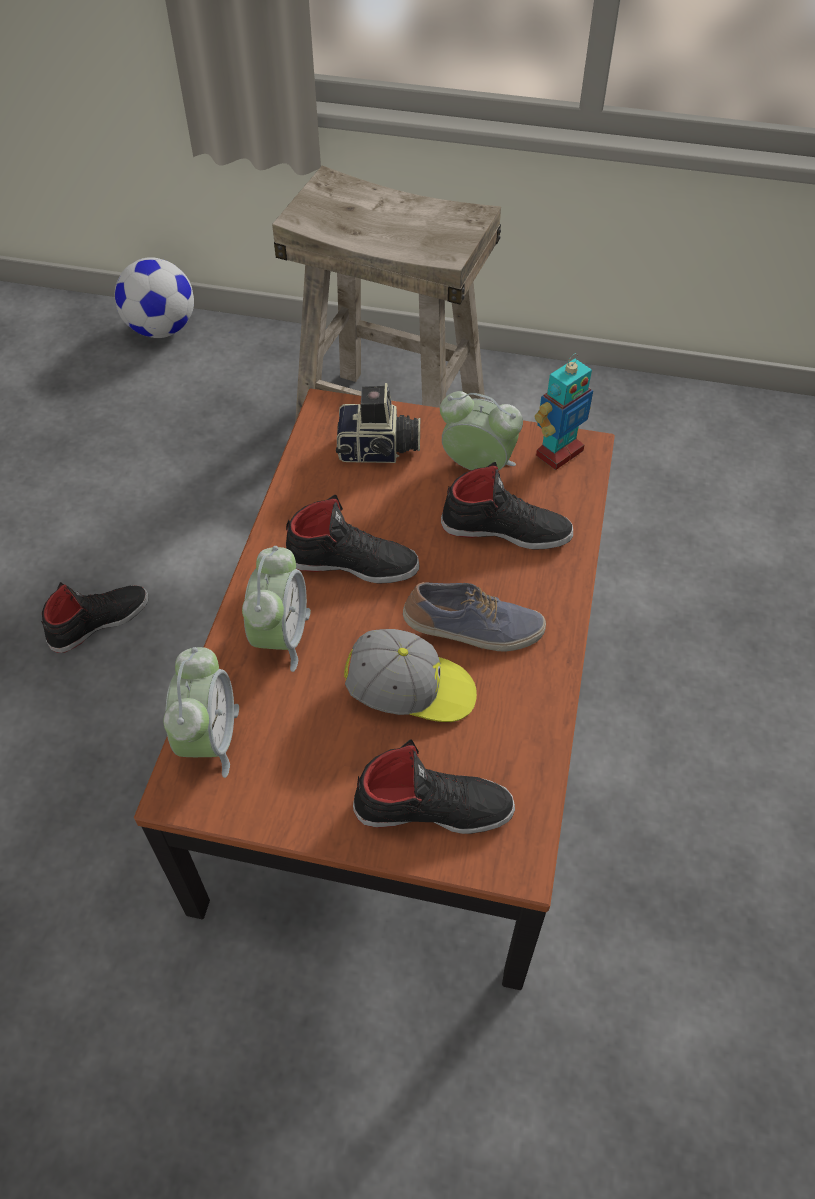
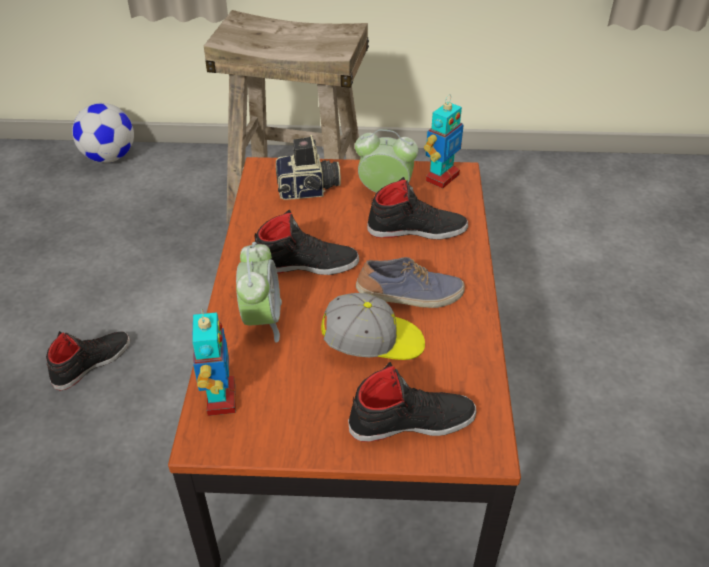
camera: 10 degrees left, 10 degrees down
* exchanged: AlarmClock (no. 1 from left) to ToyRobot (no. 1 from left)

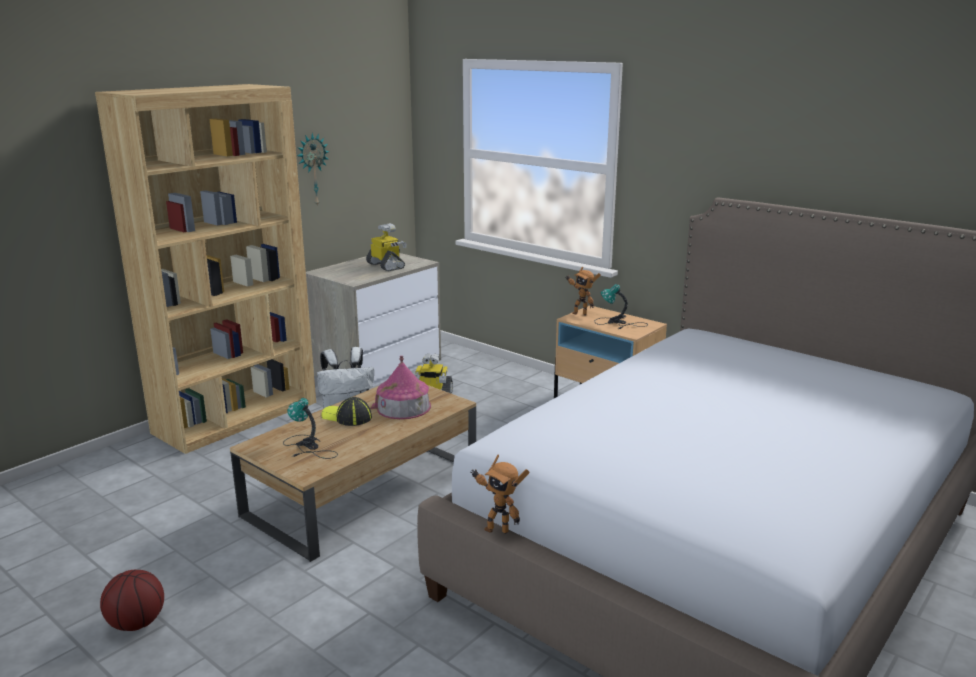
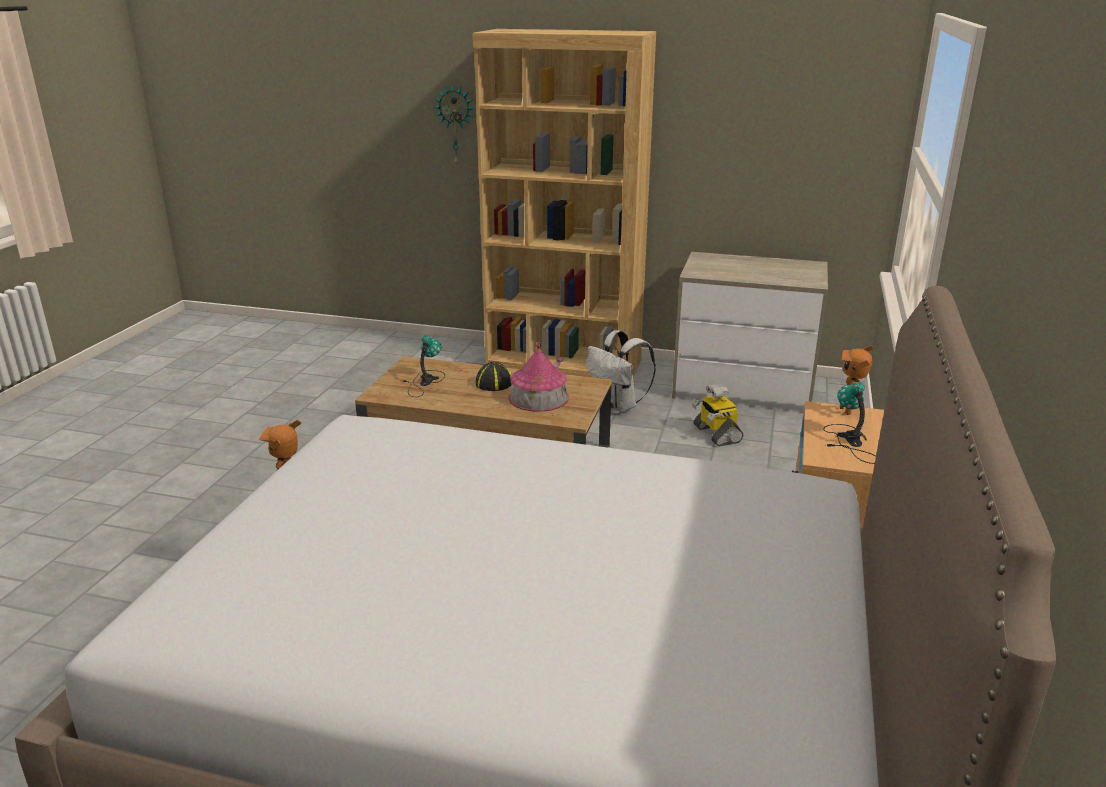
camera: 65 degrees right, 5 degrees up
* relocated: WallClock
* missing: ToyRobot (no. 1 from left)
* missing: Basketball

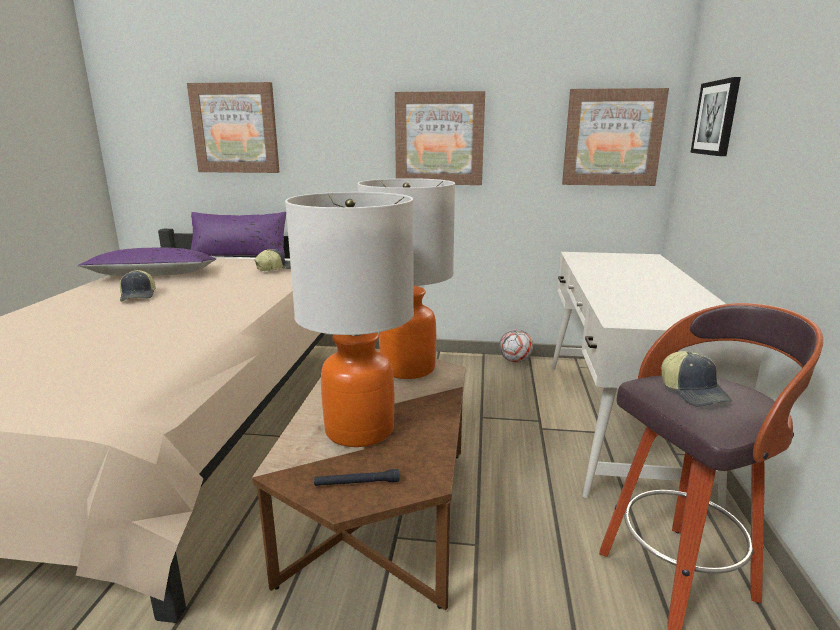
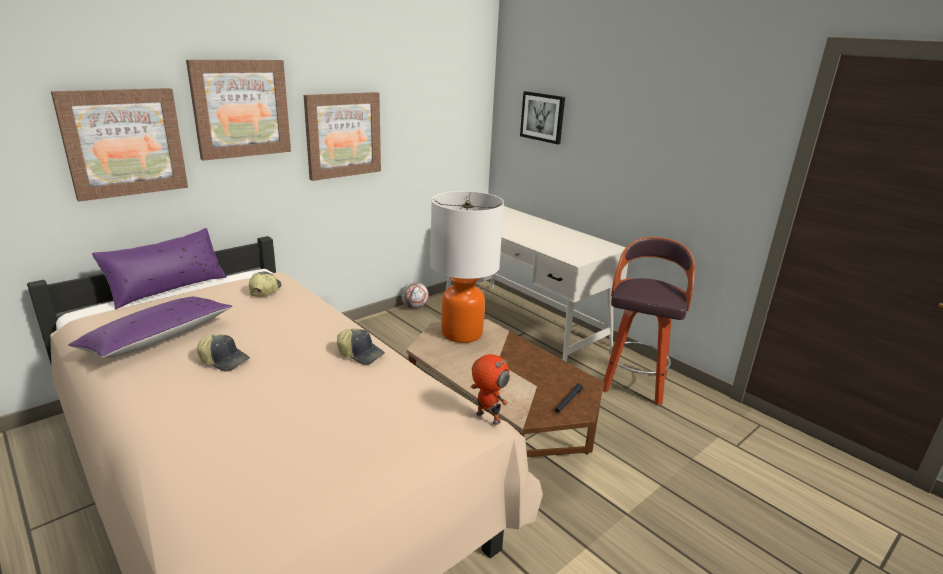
camera: 50 degrees left, 5 degrees up
* relocated: Picture (no. 3 from left in the first image) to Picture (no. 2 from left)
* missing: TableLamp (no. 1 from left)
* relocated: Cap (no. 3 from left)
* appeared: ToyRobot

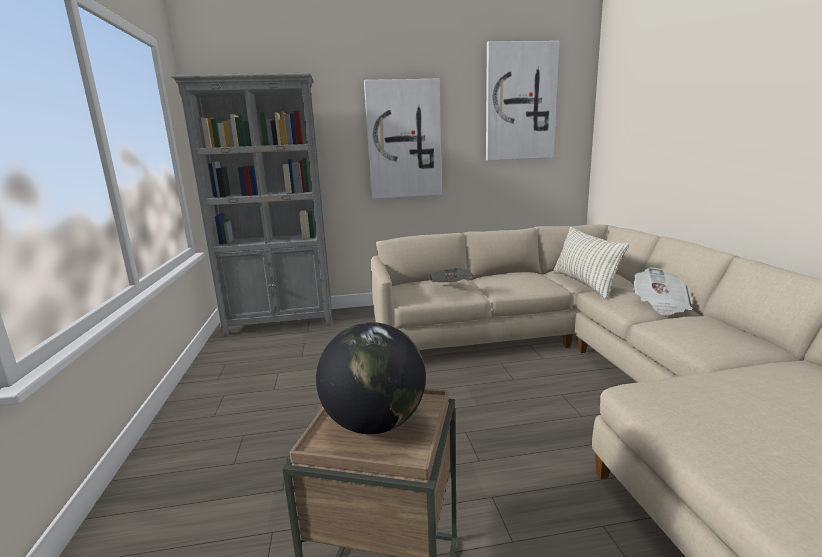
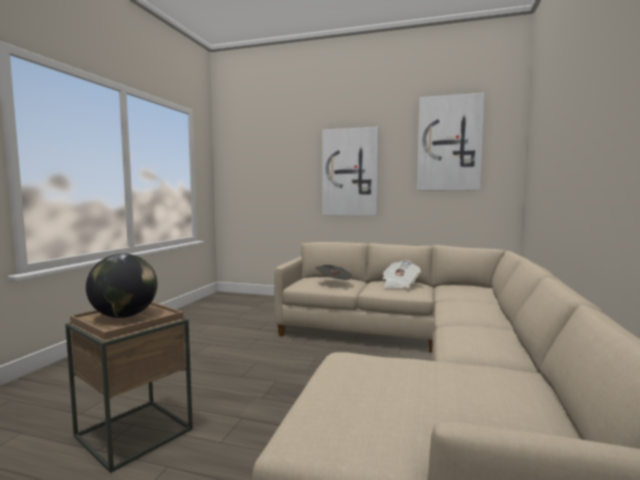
camera: 25 degrees right, 10 degrees down
* missing: GreyBookcase
* missing: Pillow
* relocated: Newspaper (no. 2 from left)

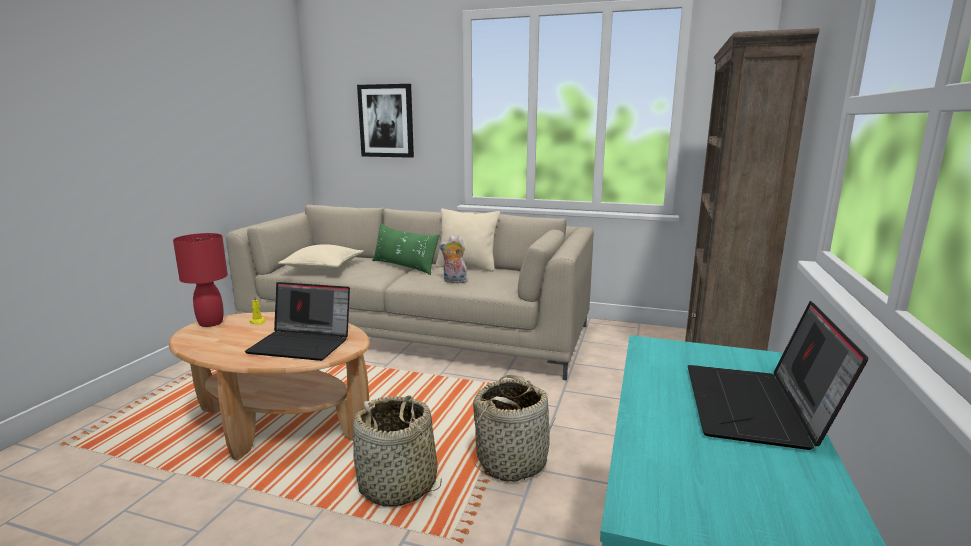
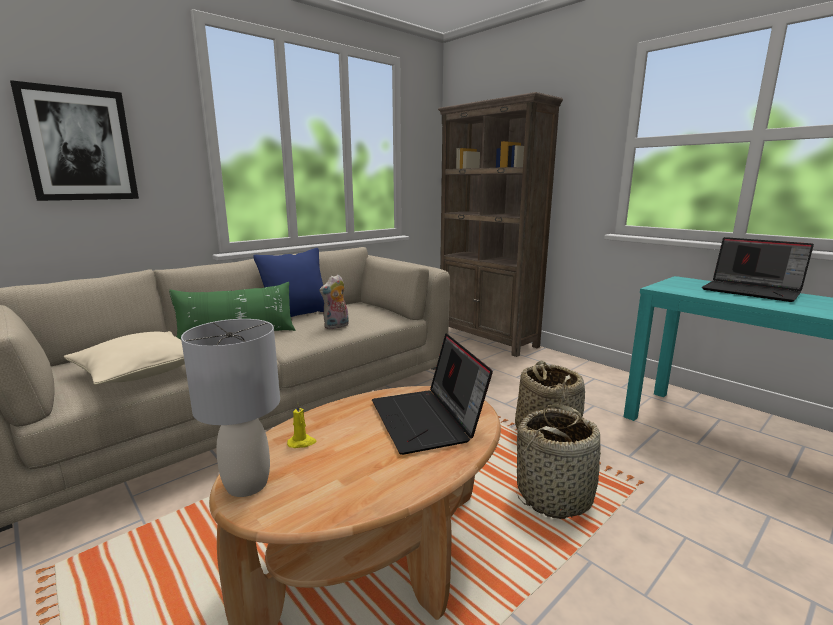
camera: 60 degrees left, 0 degrees up
* colour: BeigePillow (no. 2 from left) to BluePillow
* colour: RedTableLamp to GreyTableLamp
* spun: Laptop (no. 1 from left) 120 degrees clockwise

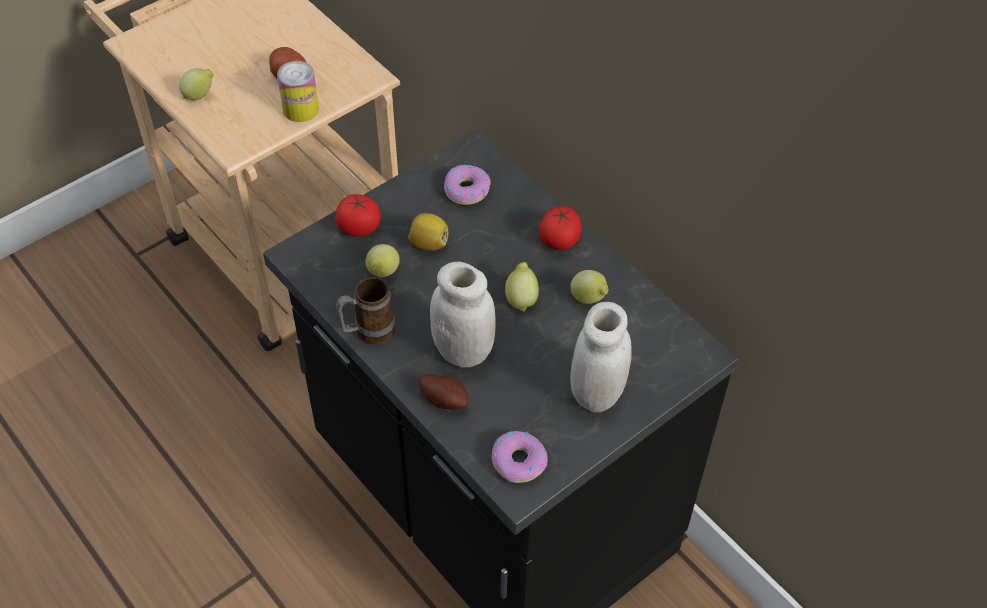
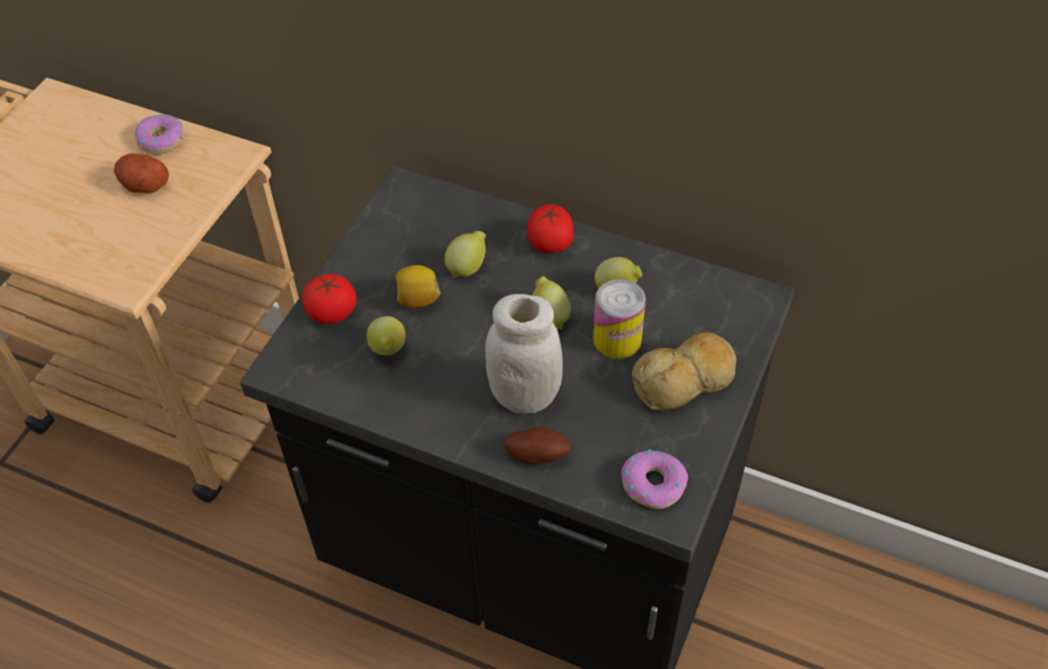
camera: 25 degrees left, 0 degrees up
* relocated: Can
* relocated: Lemon (no. 1 from left in the first image) to Lemon (no. 3 from left)
* relocated: Donut (no. 1 from left)
* missing: Mug
* exchanged: WhiteJar (no. 2 from left) to Bread

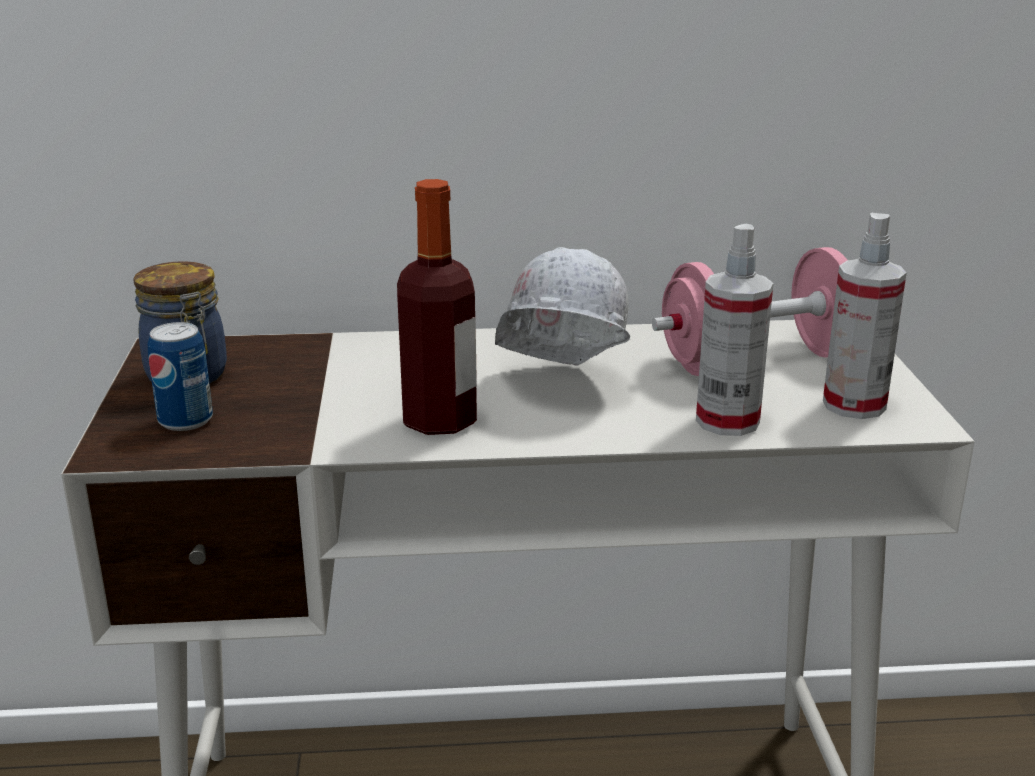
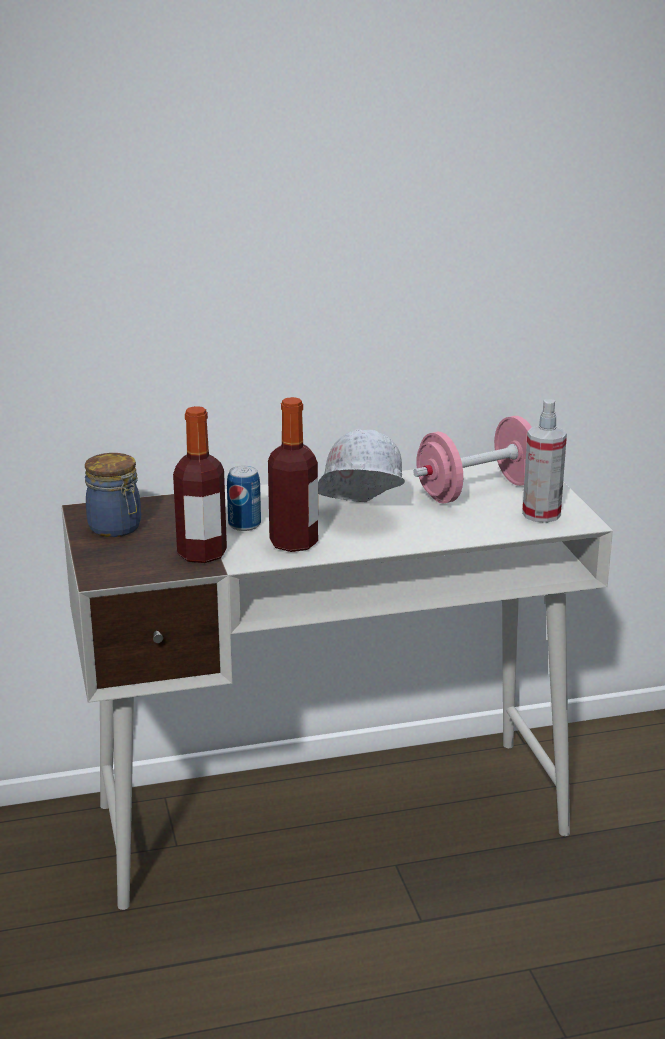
camera: 10 degrees left, 0 degrees up
* missing: SprayBottle (no. 1 from left)
* relocated: Can
* appeared: Bottle (no. 1 from left)

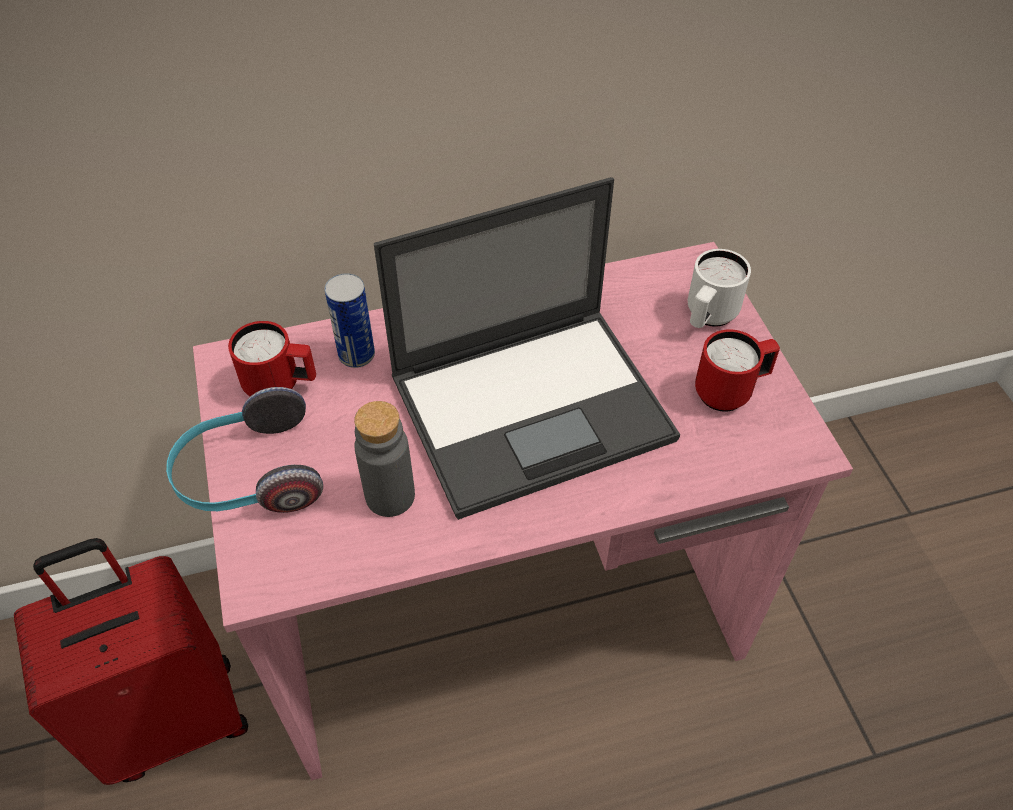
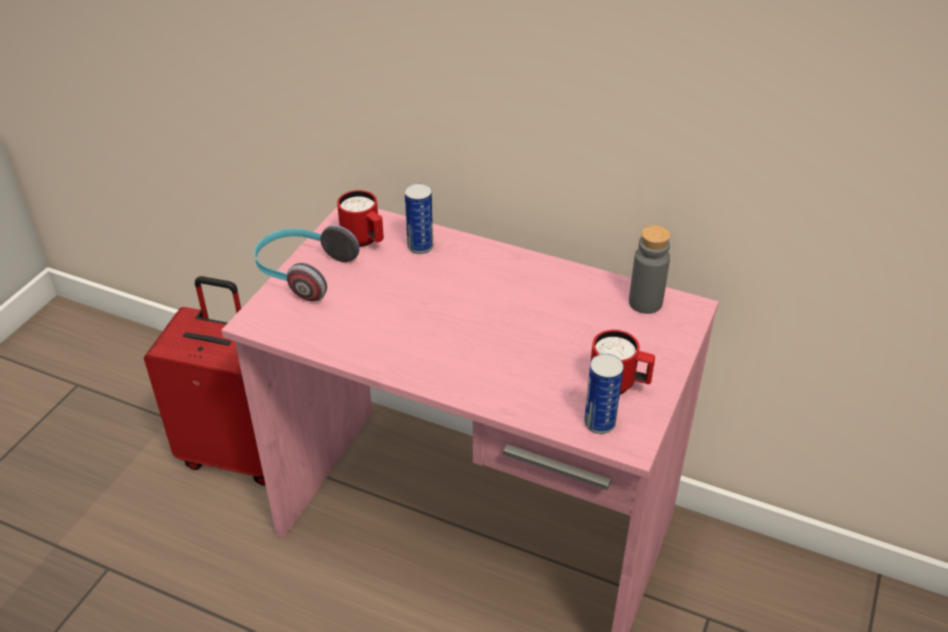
camera: 40 degrees right, 10 degrees down
* missing: Laptop
* missing: WhiteMug
* relocated: GreyBottle
* appeared: Can (no. 2 from left)

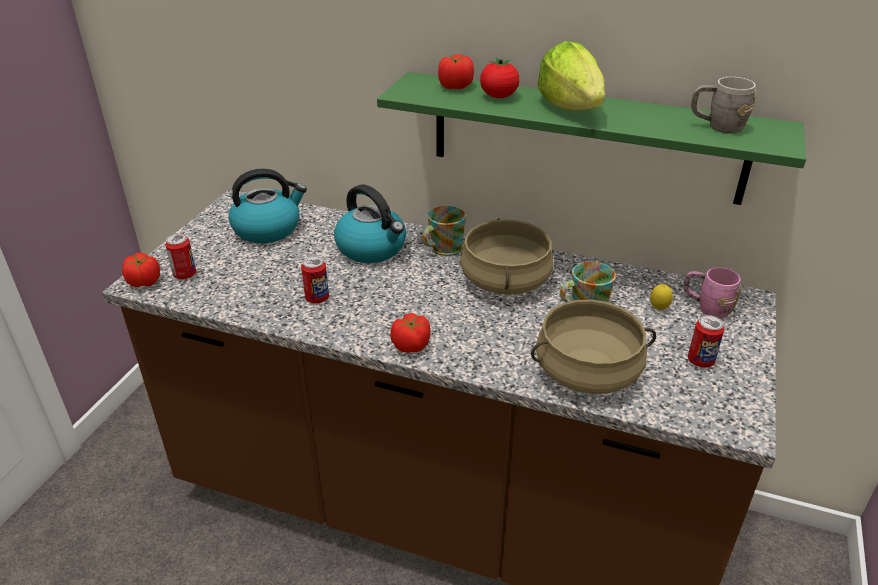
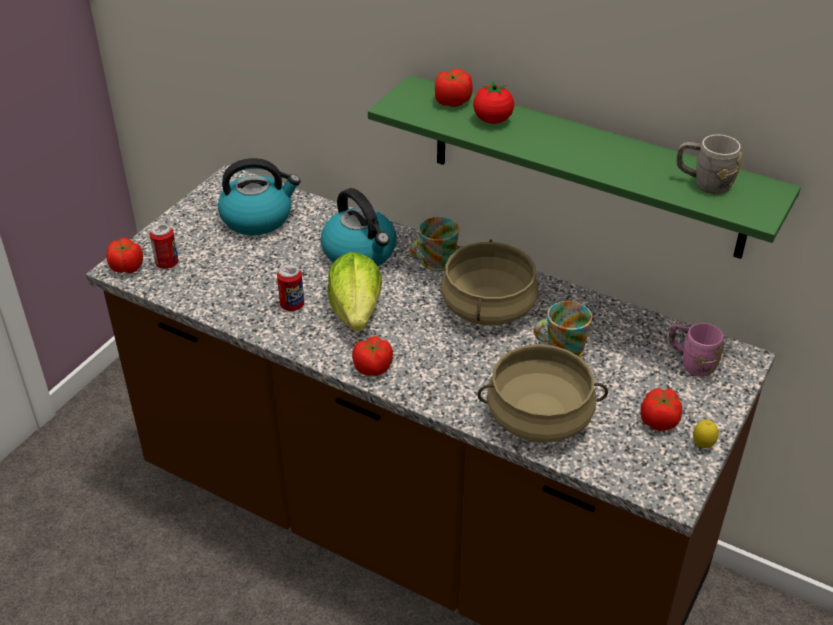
camera: 10 degrees right, 5 degrees up
* relocated: Lettuce
* relocated: Lemon
* exchanged: Can (no. 3 from left) to Tomato (no. 5 from left)

